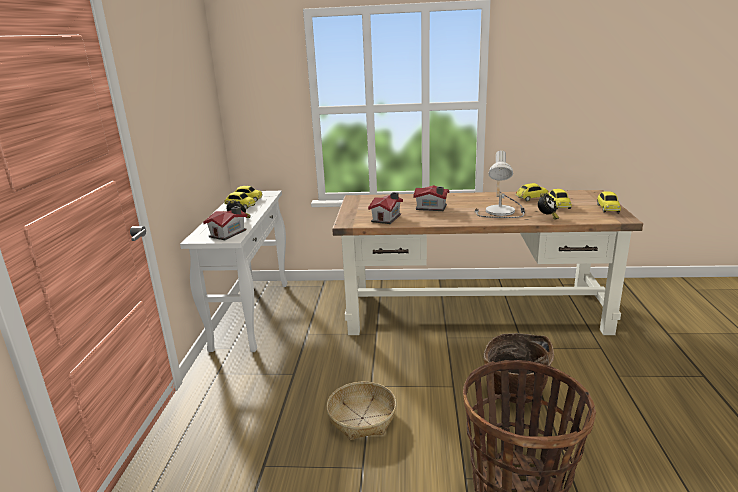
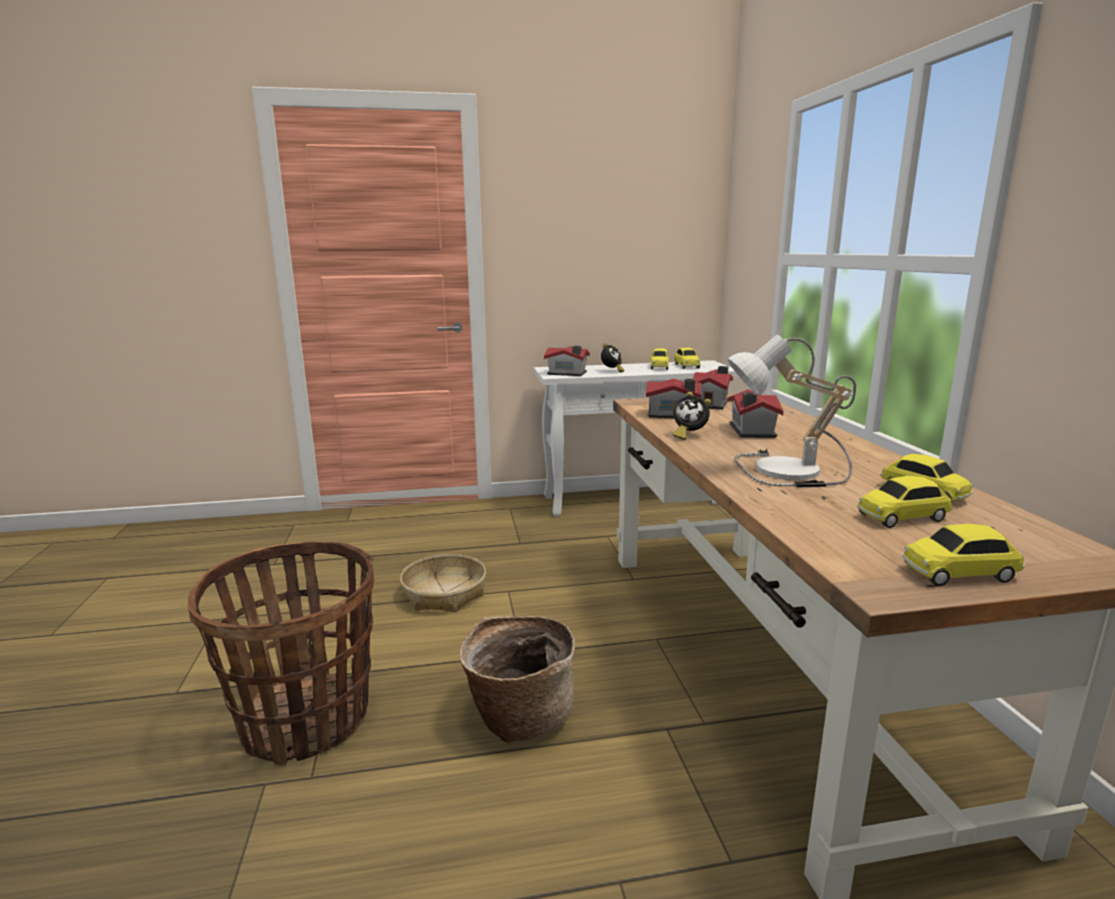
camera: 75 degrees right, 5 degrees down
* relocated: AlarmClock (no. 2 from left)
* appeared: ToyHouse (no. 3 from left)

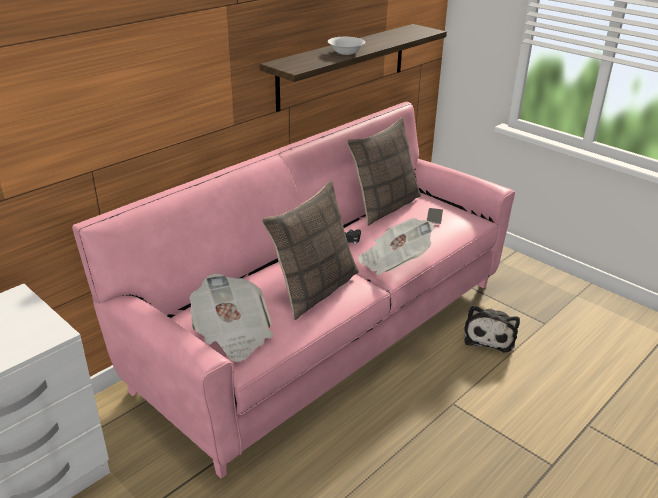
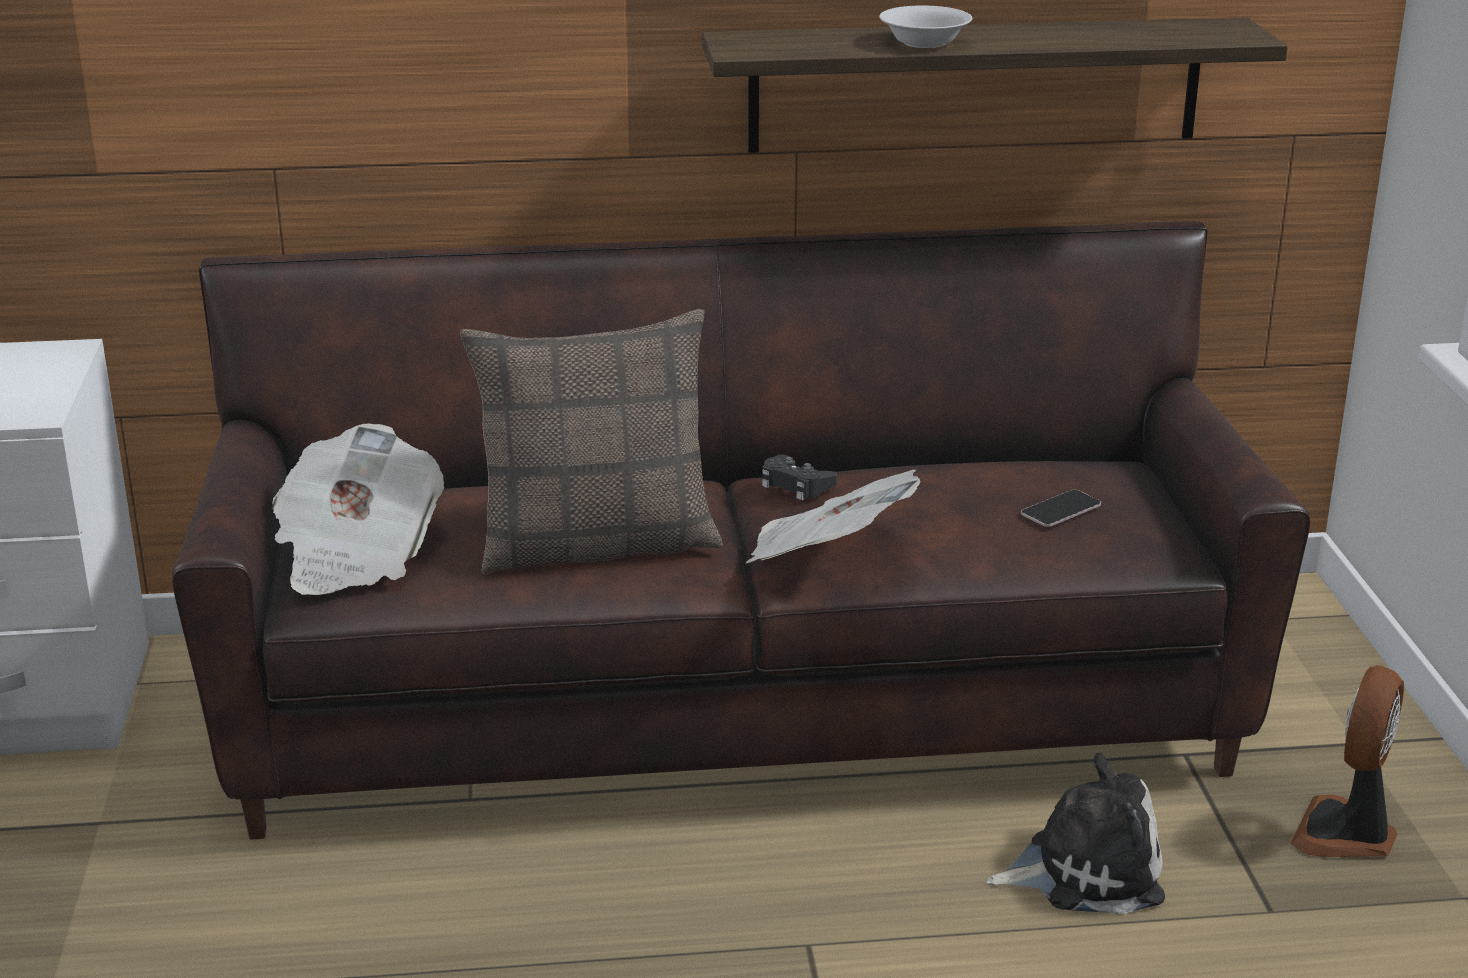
camera: 40 degrees right, 5 degrees down
* colour: PinkSofa to BrownSofa
* missing: Pillow (no. 2 from left)
* spun: PlushToy 150 degrees counterclockwise
* appeared: Fan

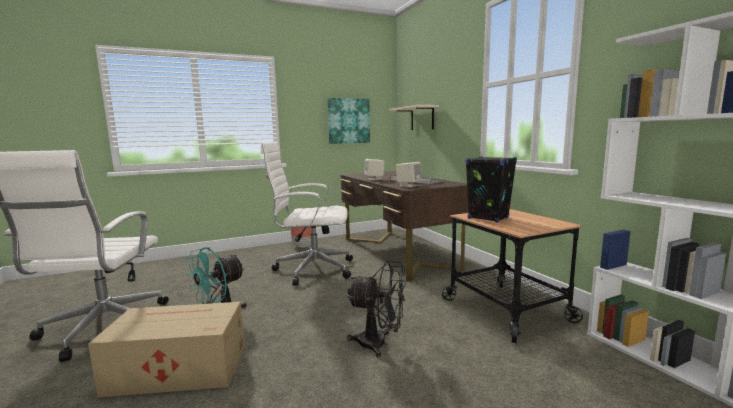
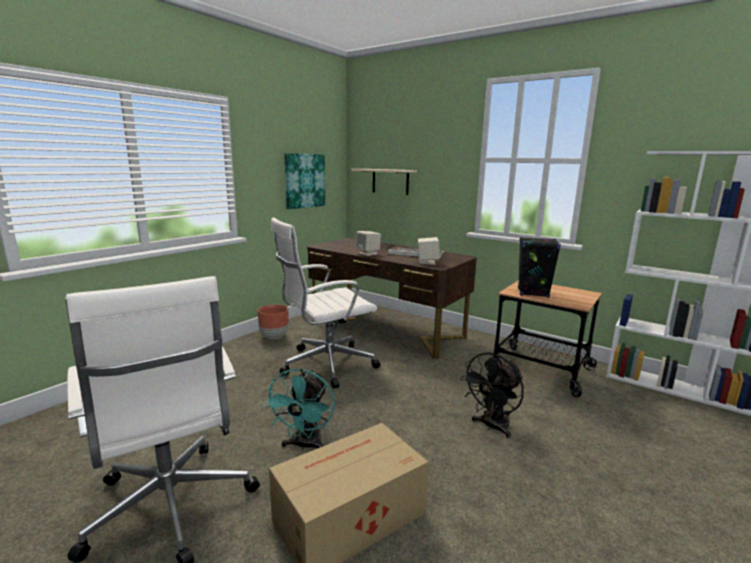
camera: 30 degrees left, 5 degrees up
* spun: BlackFan 150 degrees clockwise

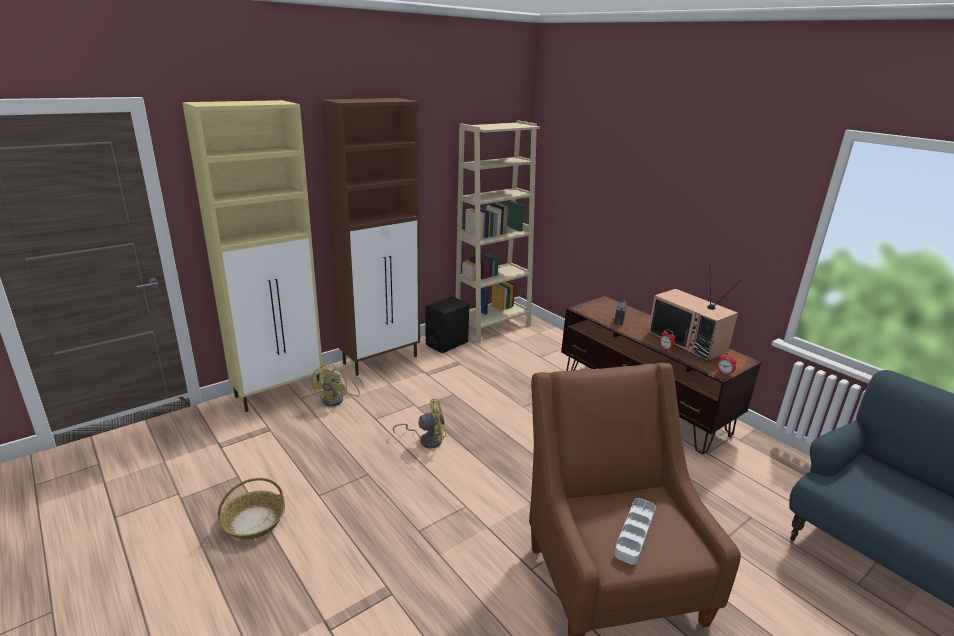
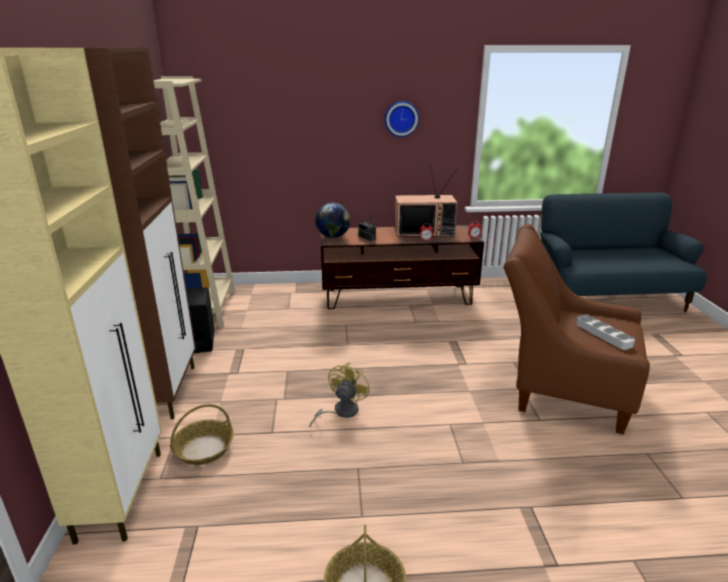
camera: 55 degrees left, 0 degrees up
* exchanged: YellowFan (no. 1 from left) to Basket (no. 1 from left)
* appeared: WallClock
* appeared: Globe

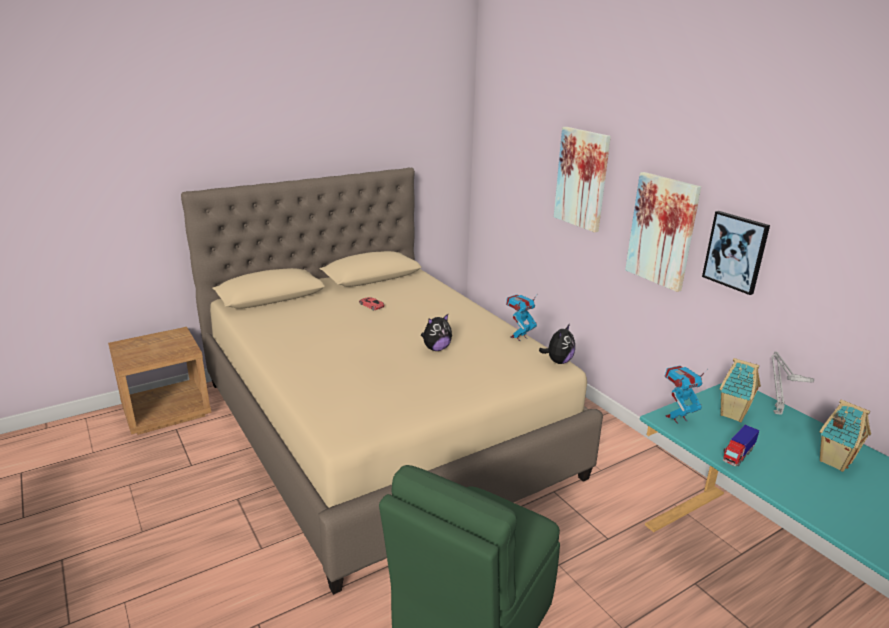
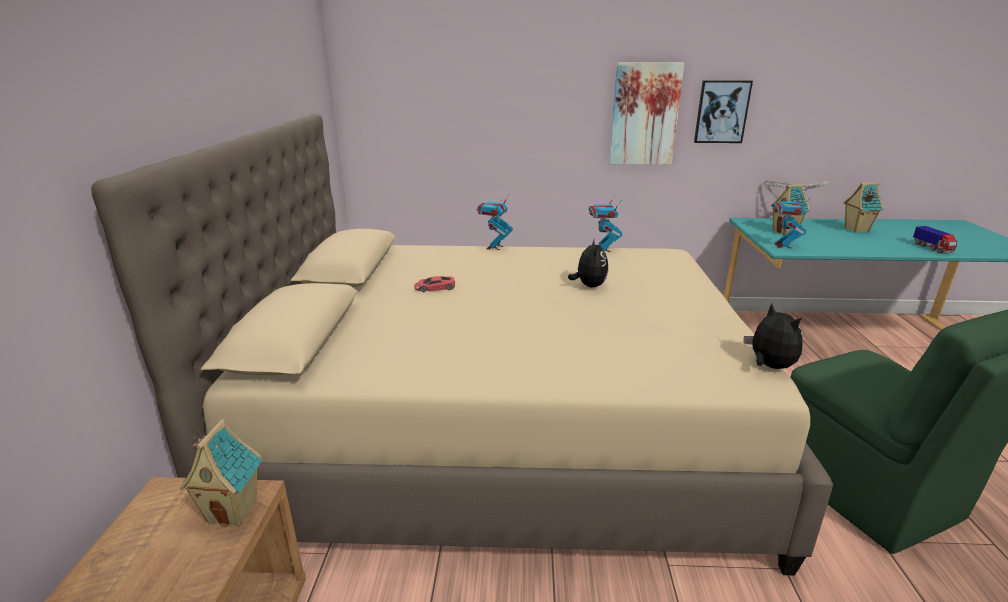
camera: 55 degrees left, 0 degrees up
* missing: Picture (no. 1 from left)
* relocated: PlushToy (no. 2 from left)
* relocated: ToyTruck
* appeared: ToyRobot (no. 1 from left)
* appeared: ToyHouse (no. 1 from left)

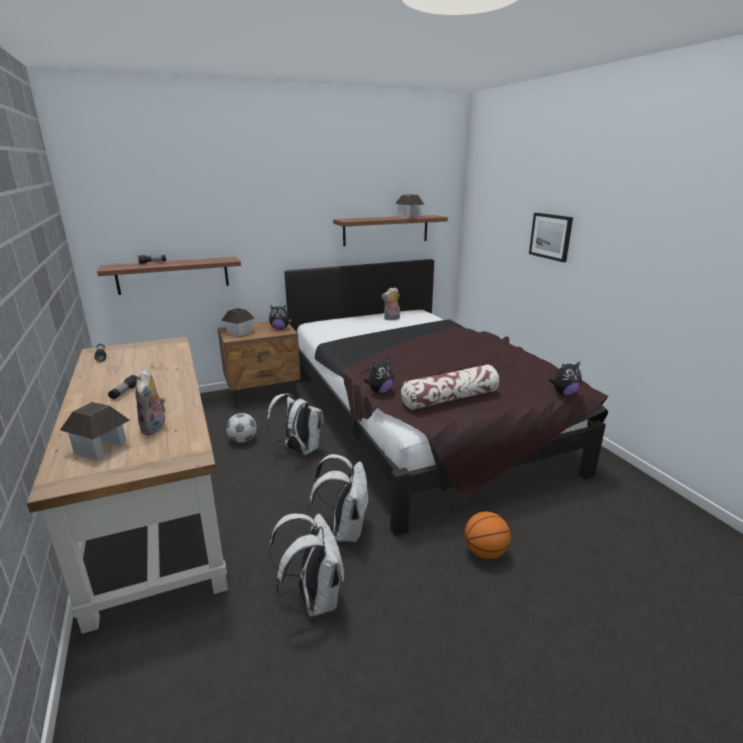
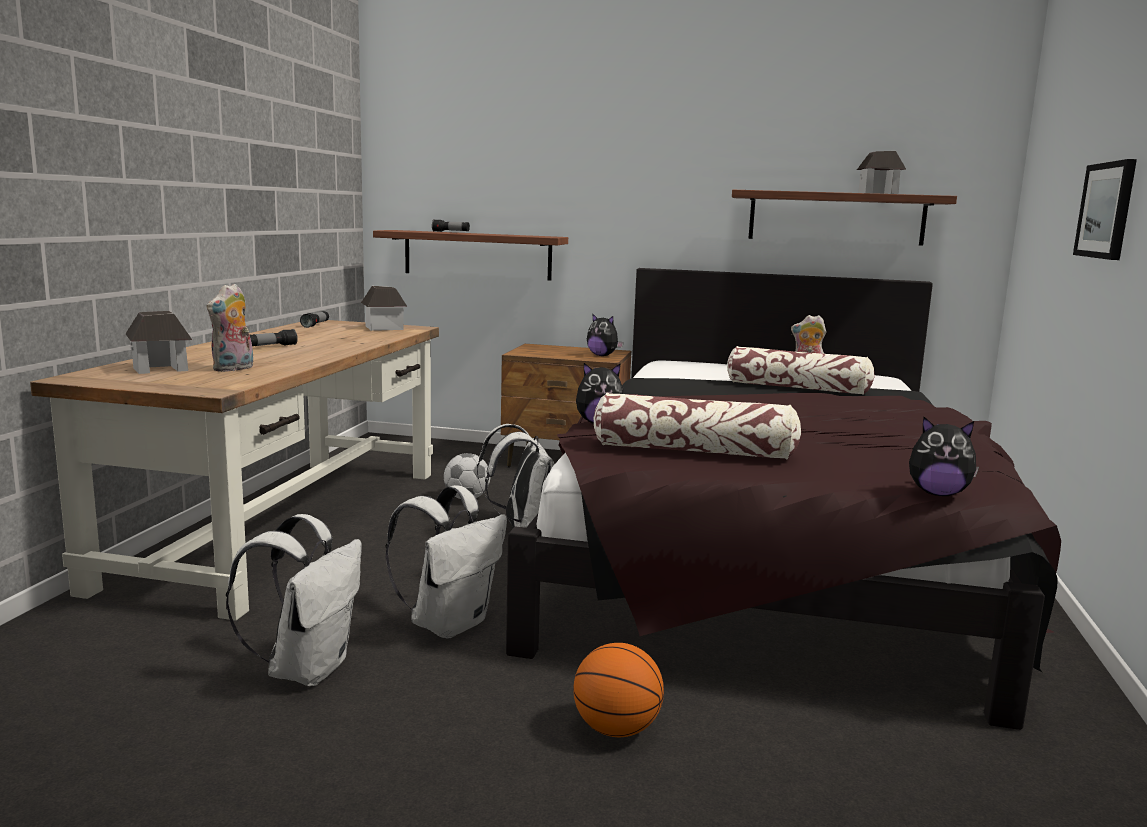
camera: 35 degrees right, 10 degrees down
* relocated: ToyHouse (no. 2 from left)
* appeared: Pillow (no. 2 from left)

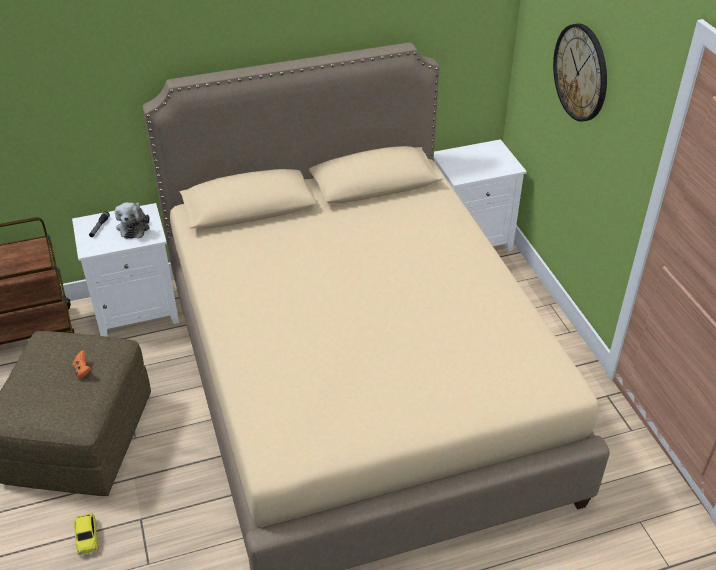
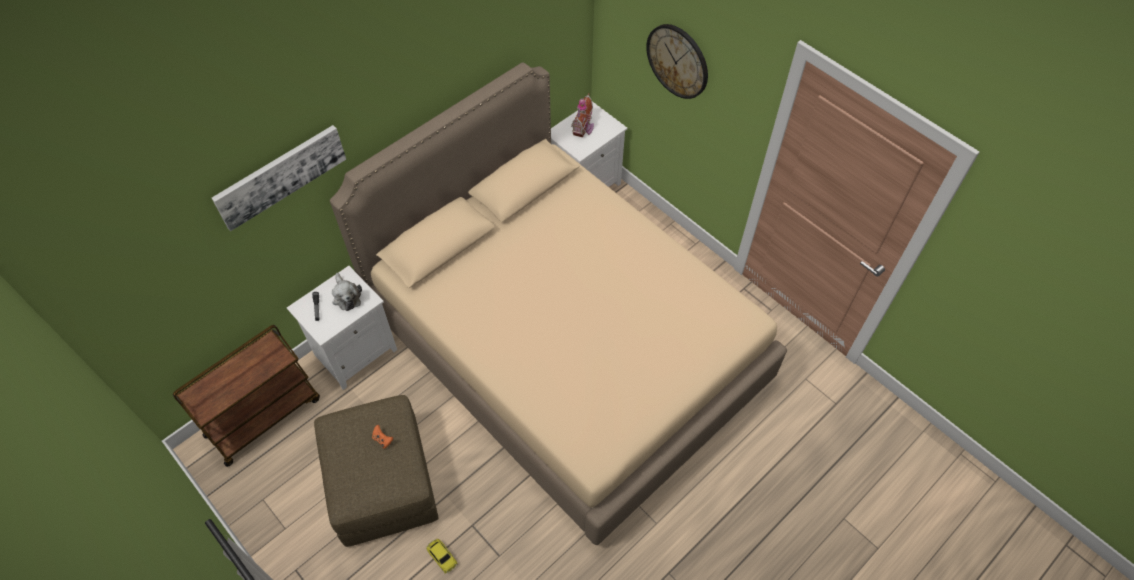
camera: 25 degrees left, 15 degrees up
* appeared: ToyHouse
* appeared: Picture

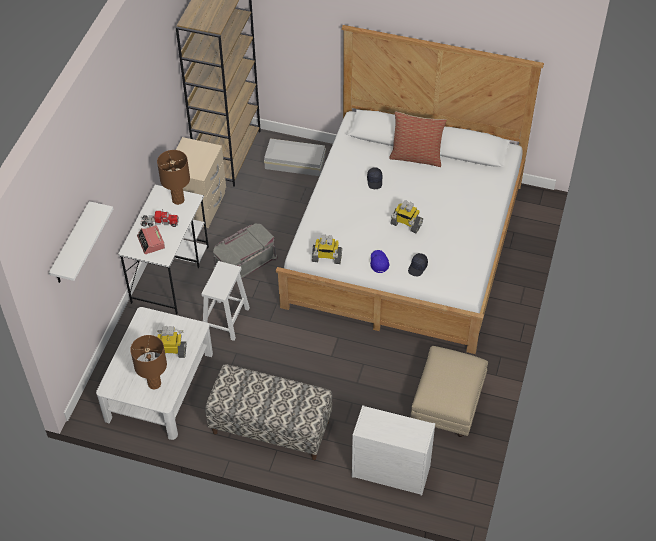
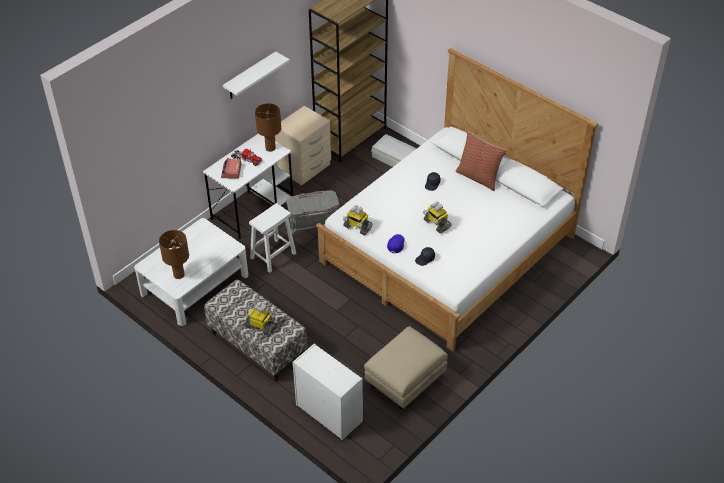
camera: 25 degrees right, 5 degrees down
* relocated: WhiteShelf
* relocated: ToyRobot (no. 1 from left)

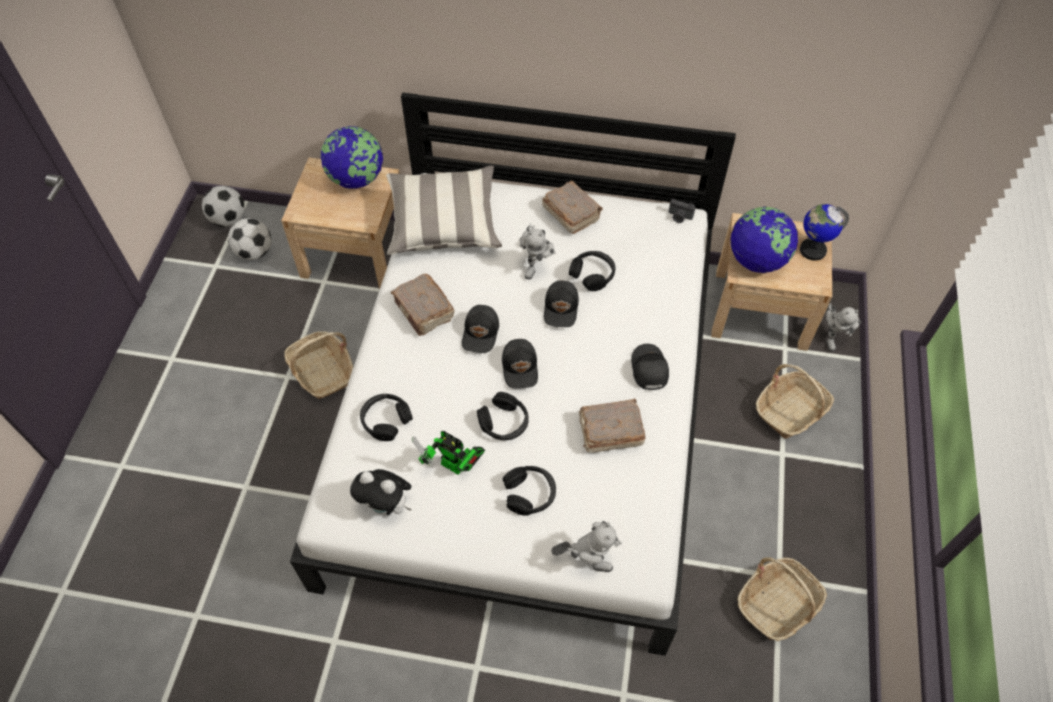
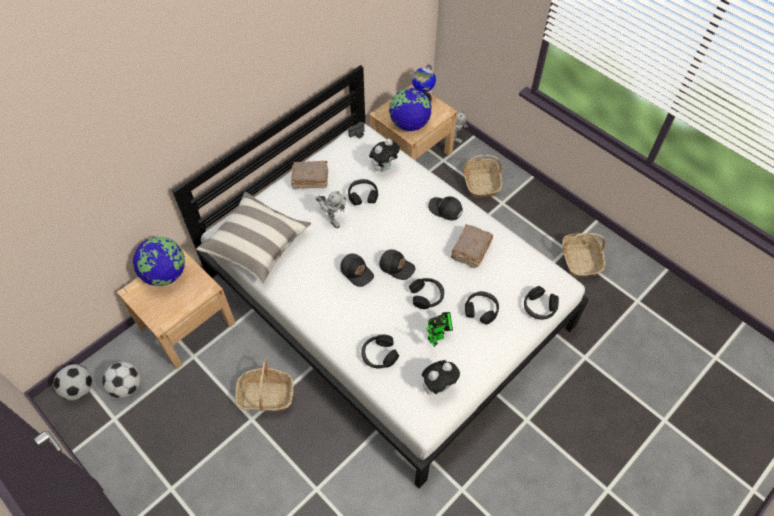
camera: 55 degrees left, 0 degrees up
* missing: BrownBook (no. 1 from left)
* missing: BlackCap (no. 3 from left)
* exchanged: ToyRobot (no. 3 from left) to BlackHeadphones (no. 5 from left)
* appeared: PlushToy (no. 1 from left)

